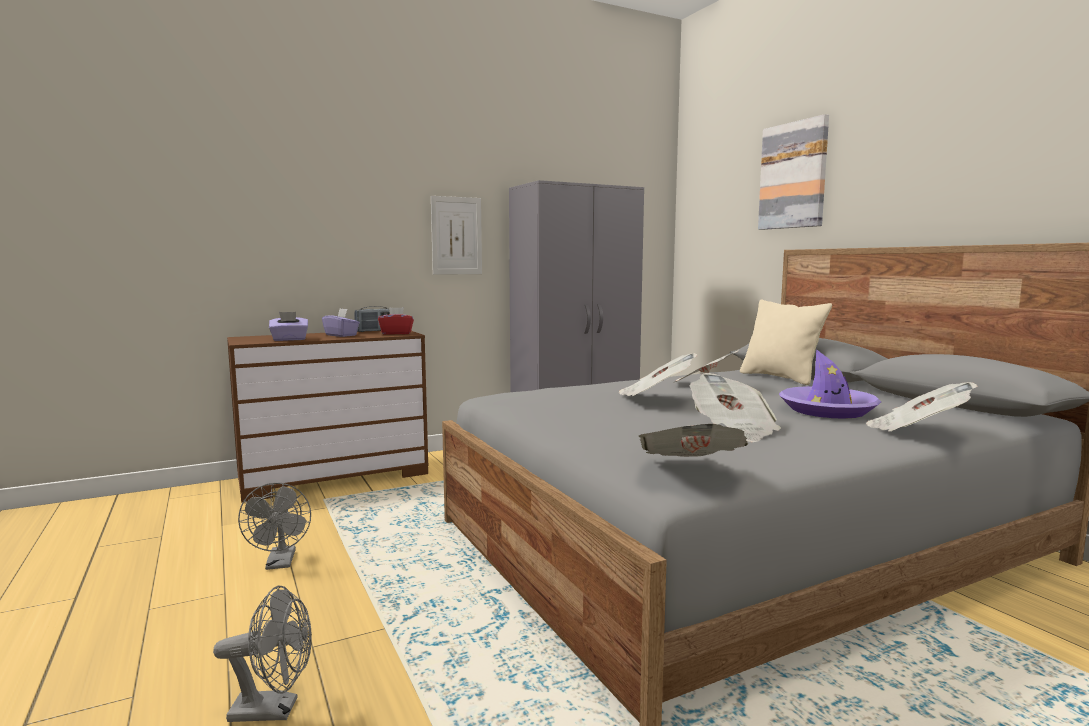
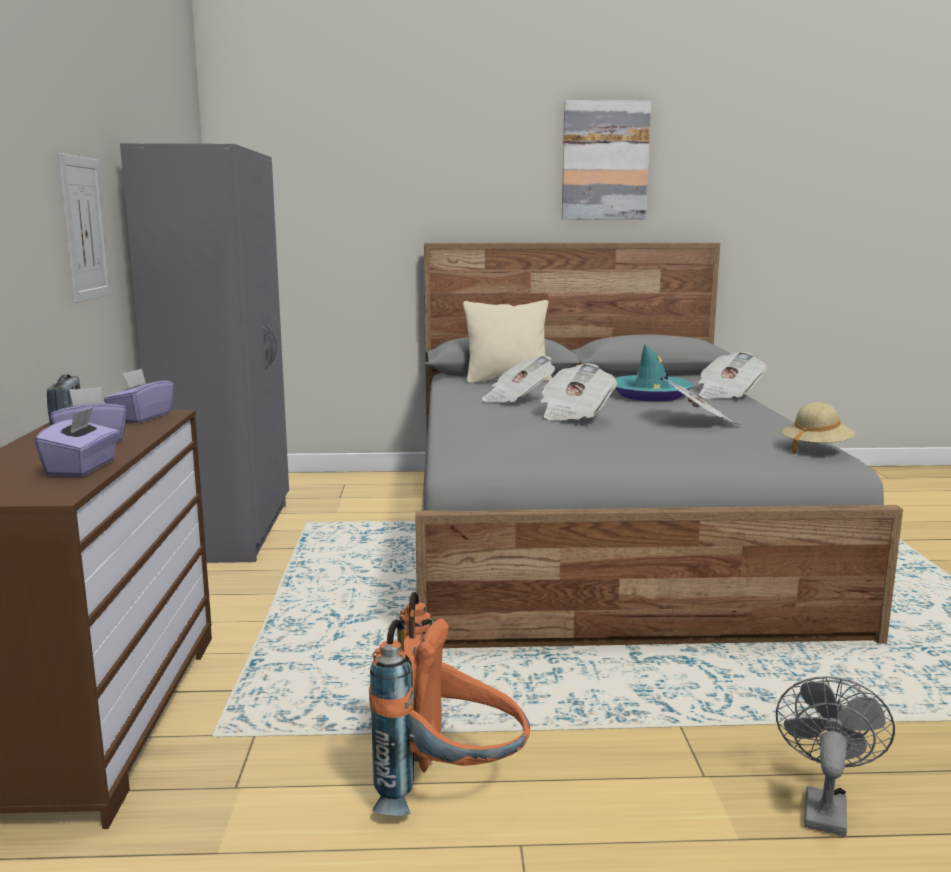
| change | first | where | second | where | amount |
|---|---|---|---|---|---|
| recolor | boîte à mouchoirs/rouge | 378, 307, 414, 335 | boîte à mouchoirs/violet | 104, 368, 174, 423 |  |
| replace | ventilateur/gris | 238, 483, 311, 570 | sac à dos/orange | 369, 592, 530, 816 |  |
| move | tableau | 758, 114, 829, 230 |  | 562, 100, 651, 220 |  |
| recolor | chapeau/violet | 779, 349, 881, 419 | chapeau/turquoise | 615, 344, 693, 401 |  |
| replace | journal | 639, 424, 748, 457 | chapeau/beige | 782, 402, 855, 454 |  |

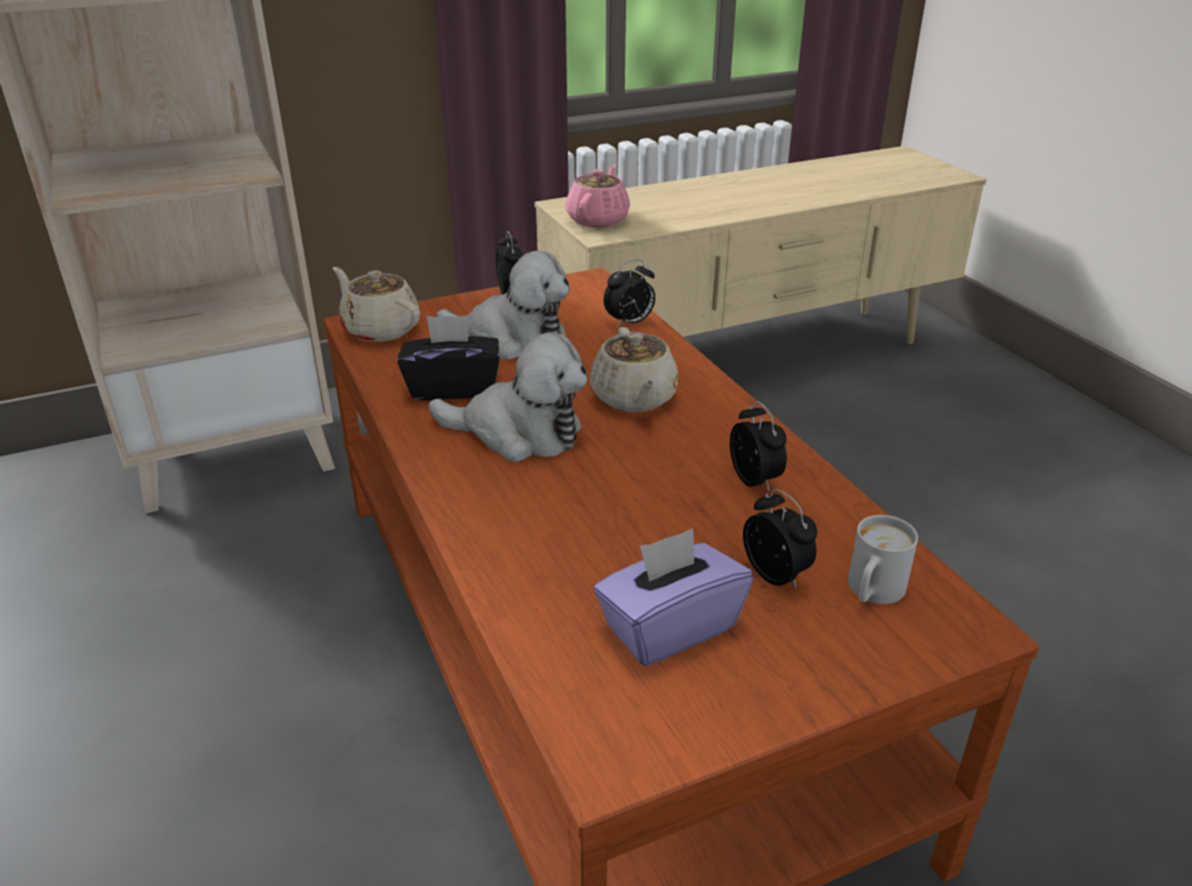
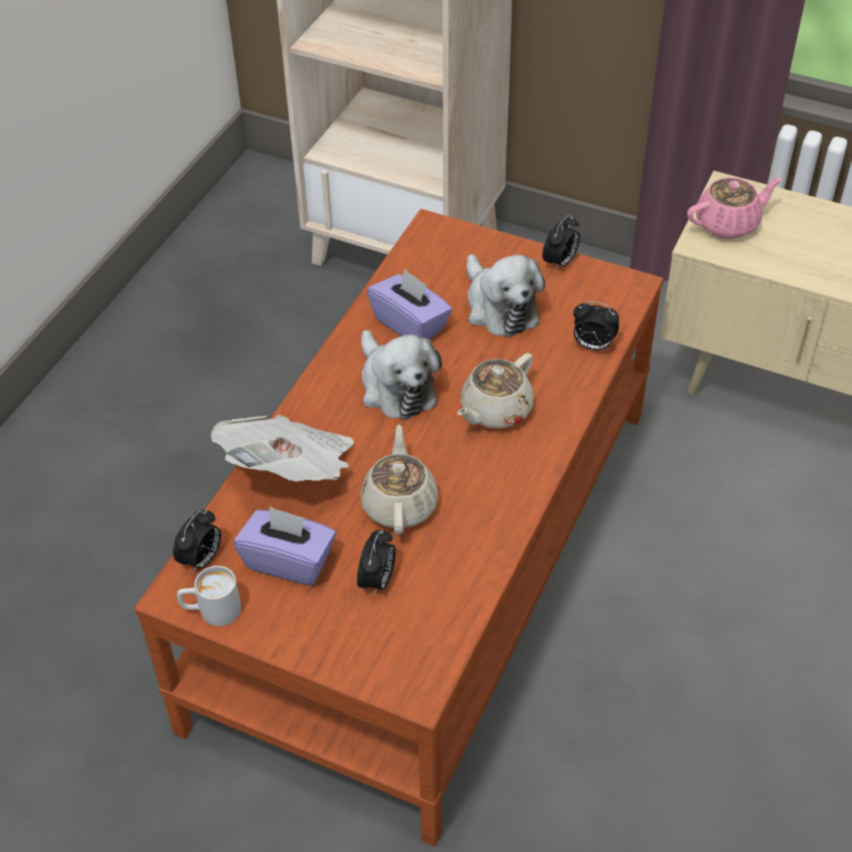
| change | first | where | second | where | amount |
|---|---|---|---|---|---|
| move | réveil | 730, 401, 787, 492 |  | 173, 510, 221, 573 |  |
| move | mug/blanc | 848, 515, 918, 604 |  | 177, 566, 241, 626 |  |
| insert |  |  | journal | 211, 415, 354, 482 |  |
| move | théière/beige | 333, 267, 420, 342 |  | 360, 425, 439, 535 |  |
| recolor | boîte à mouchoirs/noir | 397, 315, 500, 401 | boîte à mouchoirs/violet | 367, 268, 452, 339 |  |

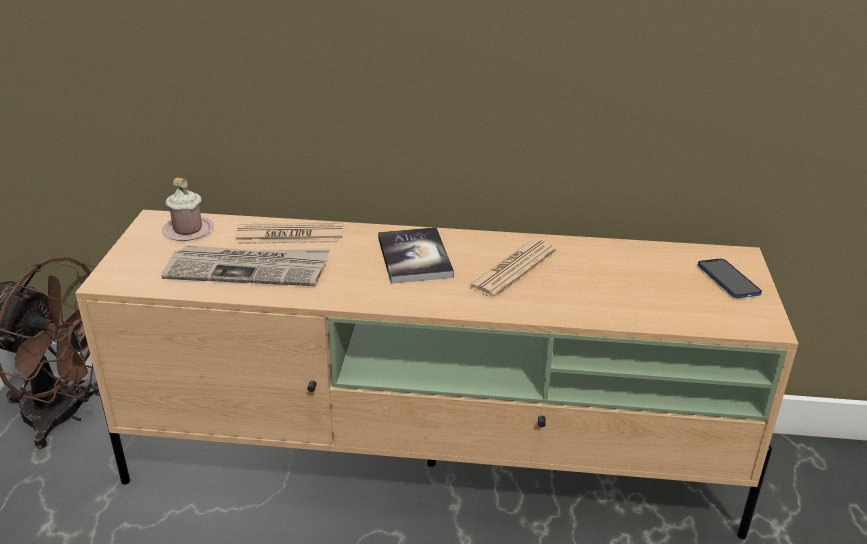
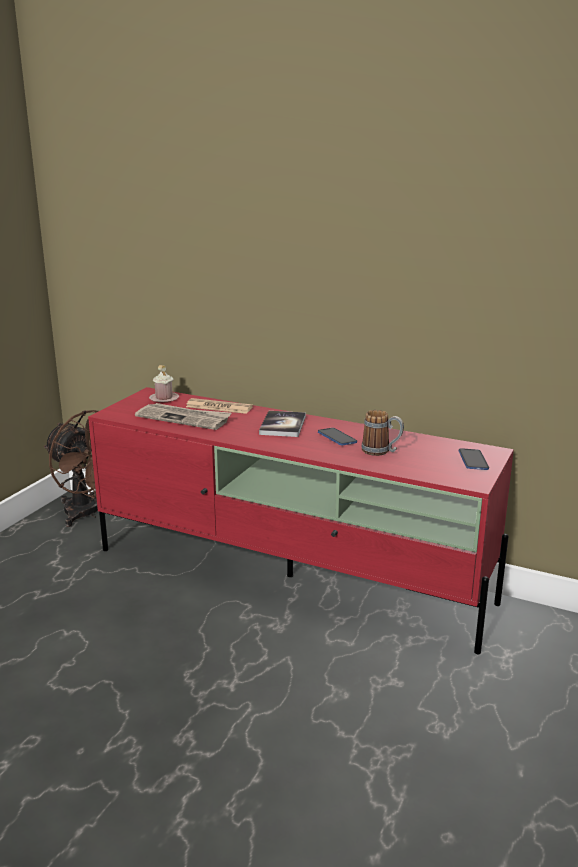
| change | first | where | second | where | amount |
|---|---|---|---|---|---|
| recolor | meuble télé/beige | 75, 210, 799, 539 | meuble télé/rouge | 88, 387, 514, 654 |  |
| replace | journal | 467, 240, 556, 298 | téléphone | 318, 428, 357, 445 |  |
| insert |  |  | mug | 361, 410, 404, 456 |  |

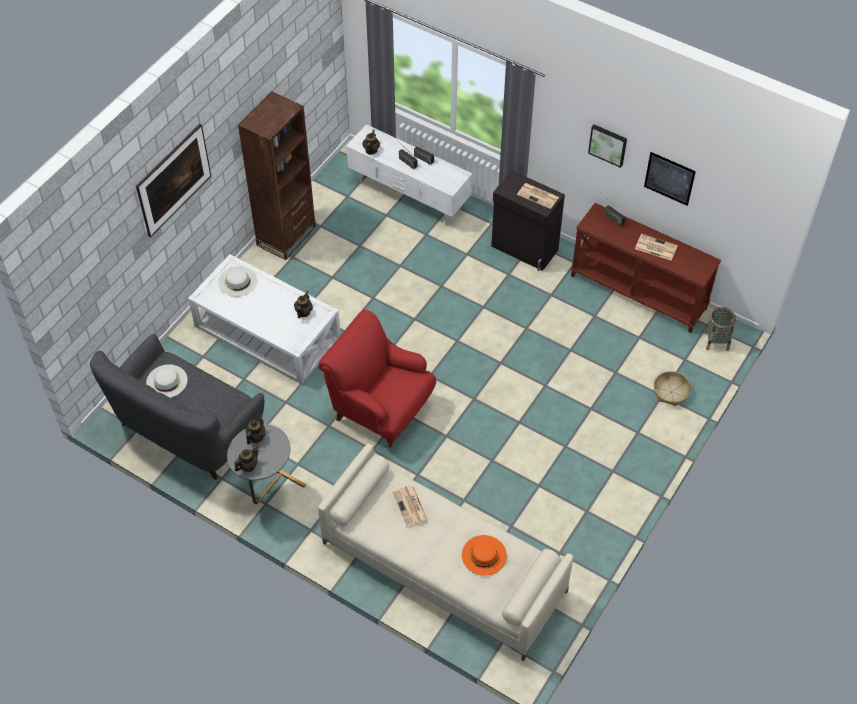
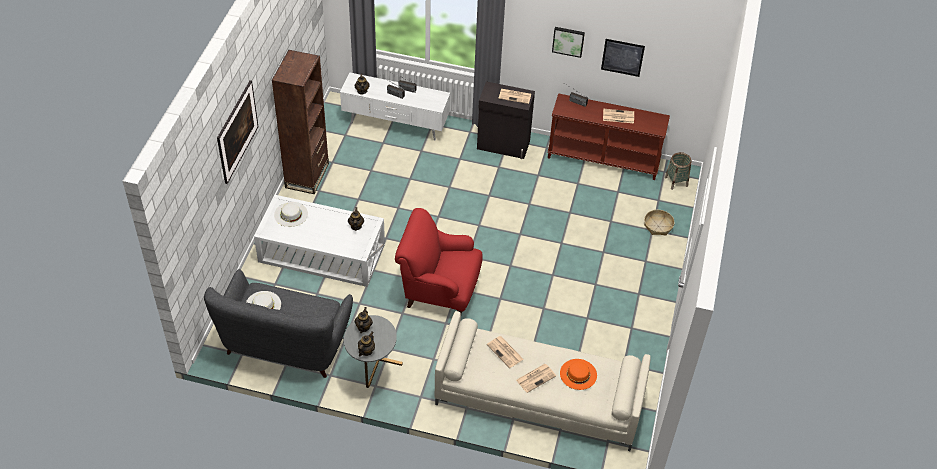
| change | first | where | second | where | amount |
|---|---|---|---|---|---|
| insert |  |  | journal | 516, 364, 556, 393 |  |

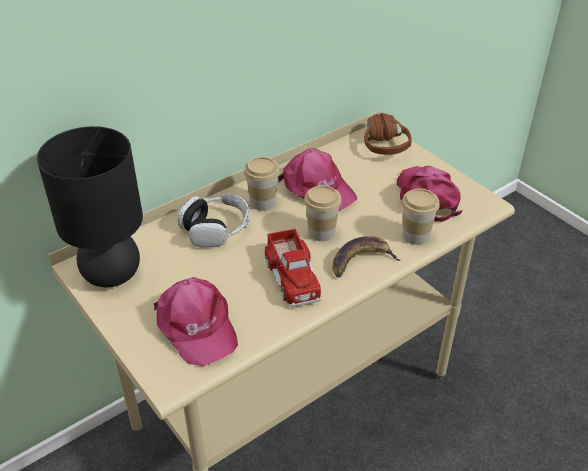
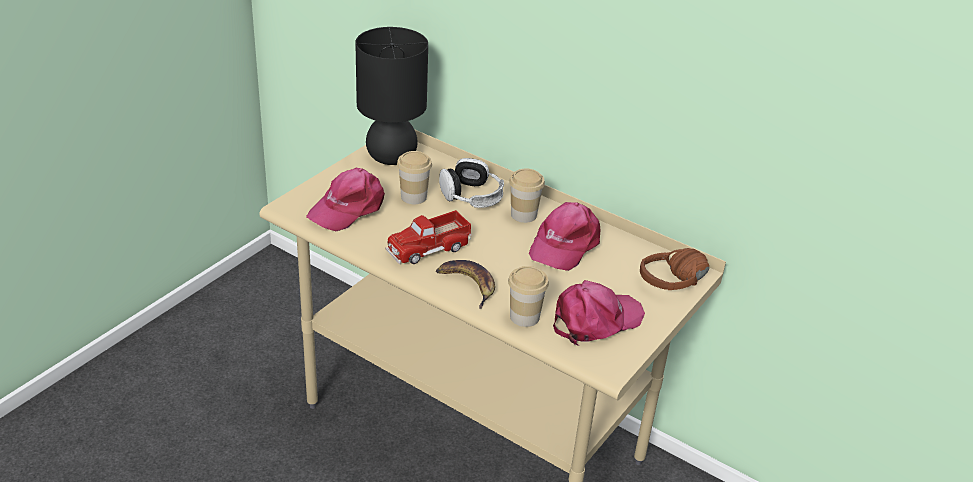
| change | first | where | second | where | amount |
|---|---|---|---|---|---|
| move | tasse | 304, 185, 342, 241 |  | 397, 151, 432, 204 |  |

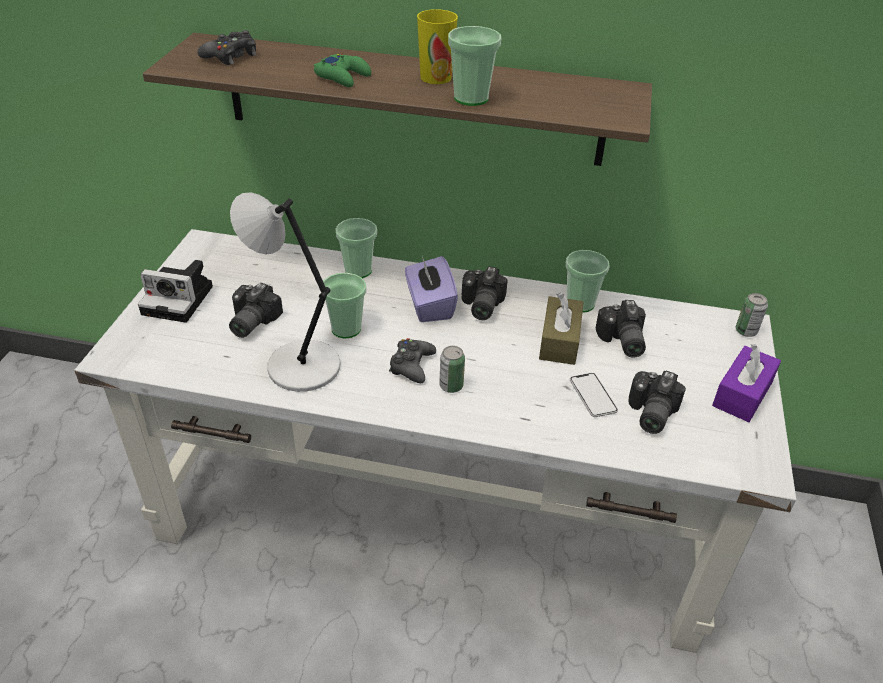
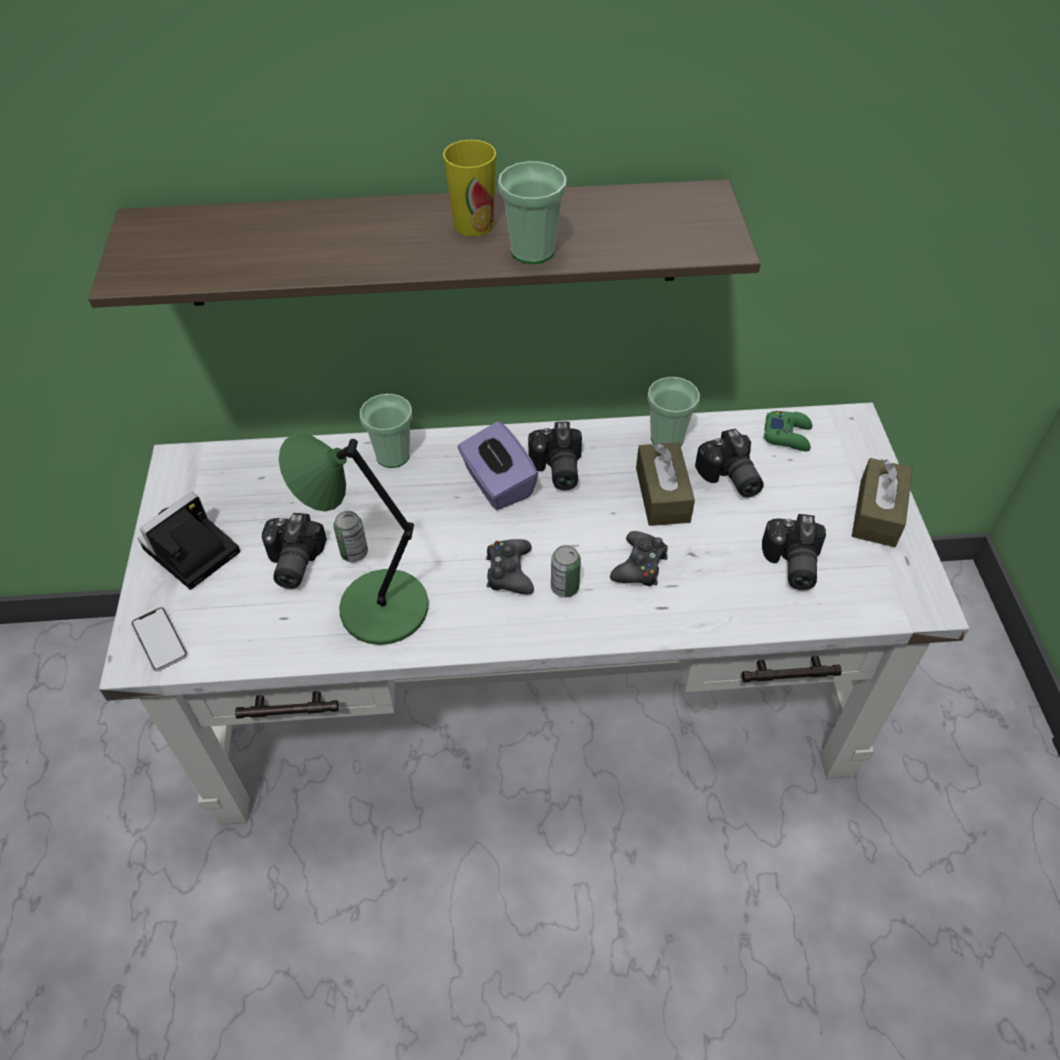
| change | first | where | second | where | amount |
|---|---|---|---|---|---|
| move | téléphone | 570, 373, 618, 417 |  | 131, 607, 188, 671 |  |
| rotate | appareil photo | 138, 260, 213, 323 |  | 138, 492, 240, 590 | 135 degrees clockwise |
| recolor | lampe de table/gris | 230, 192, 341, 392 | lampe de table/vert | 279, 433, 428, 645 |  |
| move | boîte métallique | 736, 293, 768, 337 |  | 333, 511, 368, 562 |  |
| move | manette/noir | 197, 30, 256, 65 |  | 610, 531, 668, 586 |  |
| move | manette/vert | 314, 54, 371, 87 |  | 763, 411, 812, 451 |  |
| recolor | boîte à mouchoirs/violet | 712, 344, 781, 422 | boîte à mouchoirs/marron | 852, 458, 913, 547 |  |
| delete | tasse | 323, 273, 366, 338 |  |  |  |

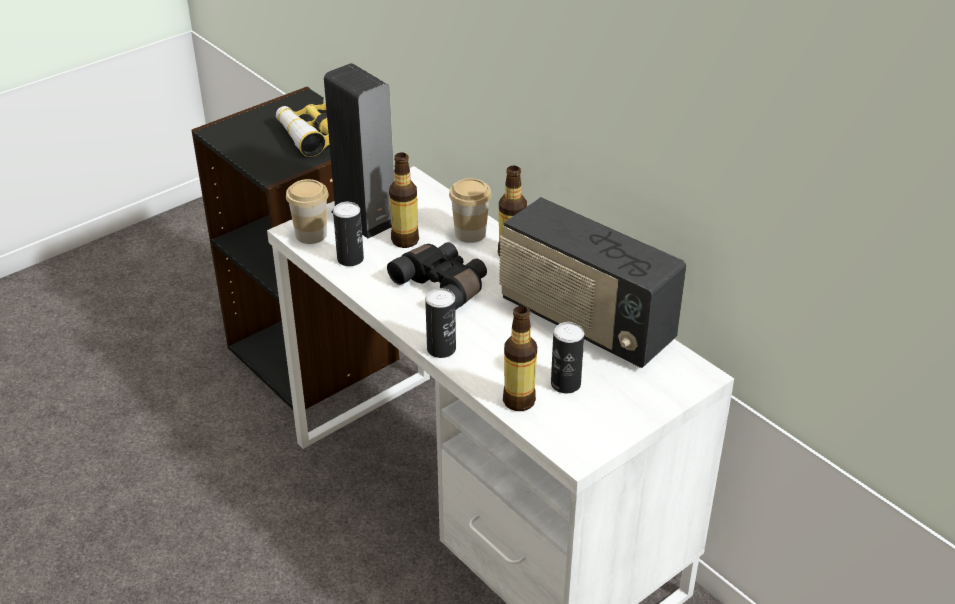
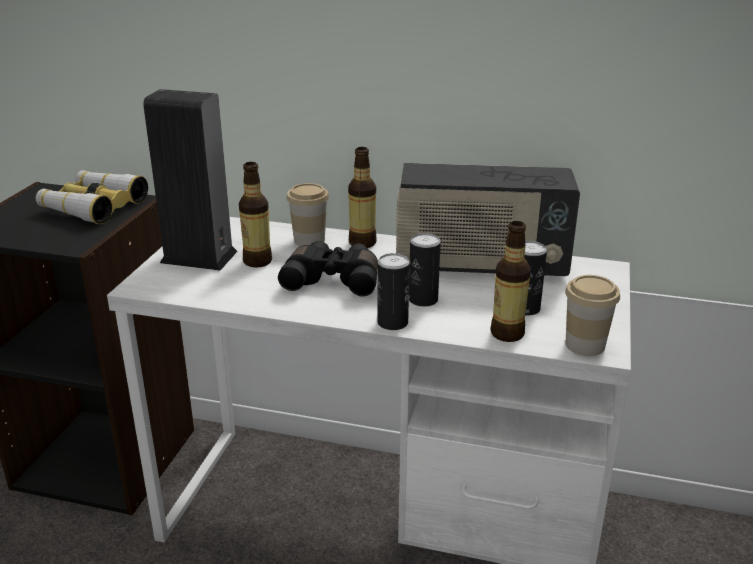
| change | first | where | second | where | amount |
|---|---|---|---|---|---|
| move | boîte métallique | 333, 202, 364, 266 |  | 409, 233, 441, 307 |  |
| move | tasse | 286, 179, 329, 244 |  | 565, 275, 620, 356 |  |

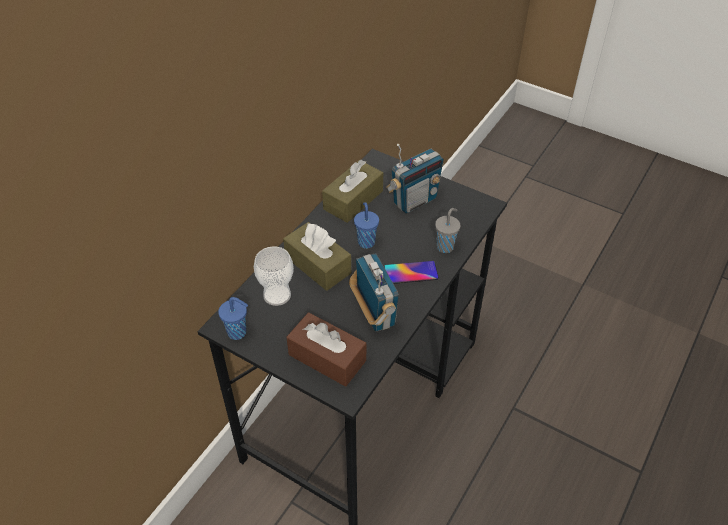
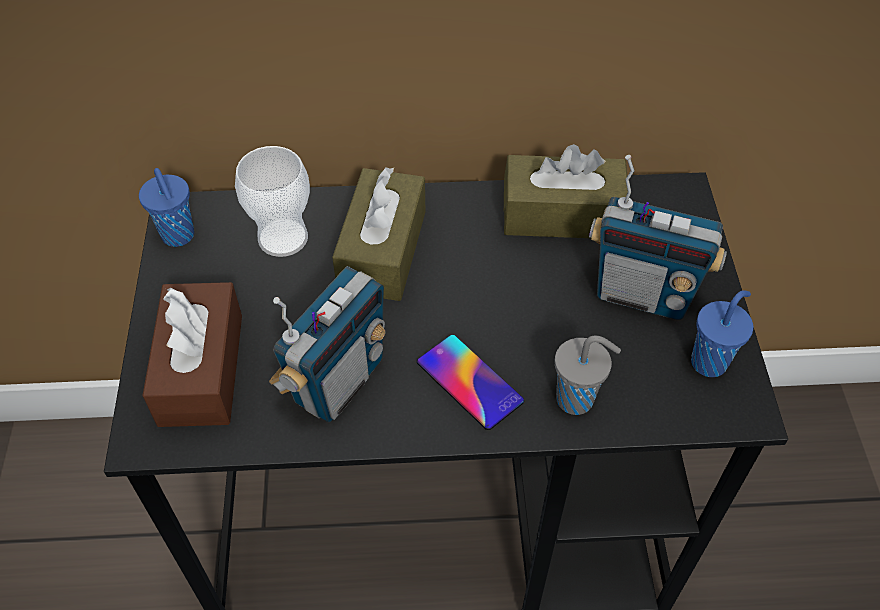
| change | first | where | second | where | amount |
|---|---|---|---|---|---|
| move | tasse/bleu | 354, 202, 379, 249 |  | 691, 290, 753, 377 |  |

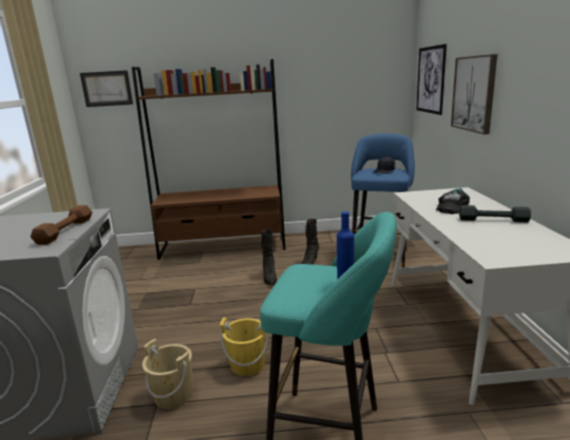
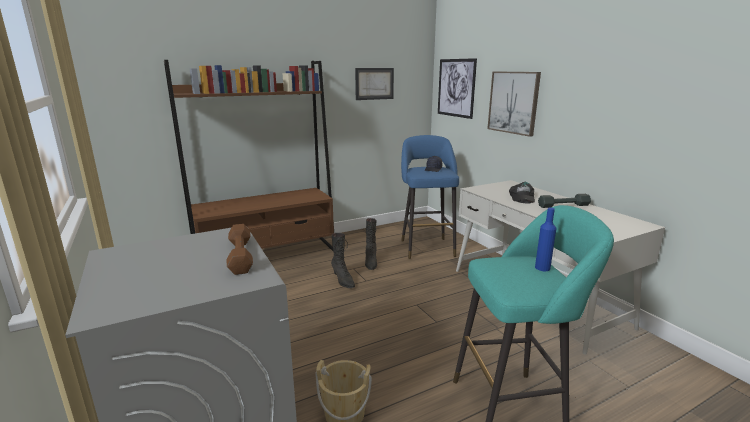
| change | first | where | second | where | amount |
|---|---|---|---|---|---|
| move | tableau | 80, 70, 133, 107 |  | 355, 68, 394, 100 |  |
| delete | seau/jaune | 220, 317, 268, 376 |  |  |  |

